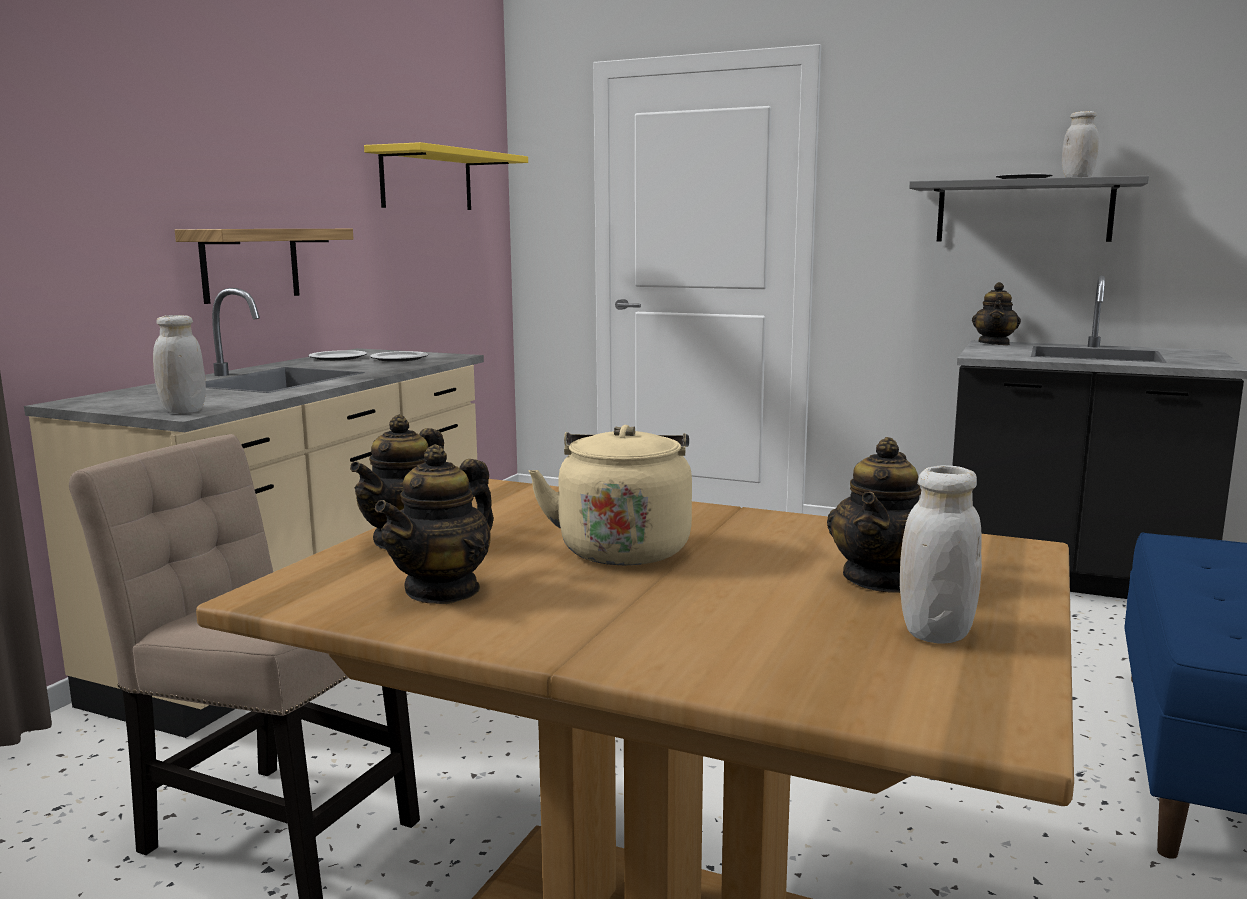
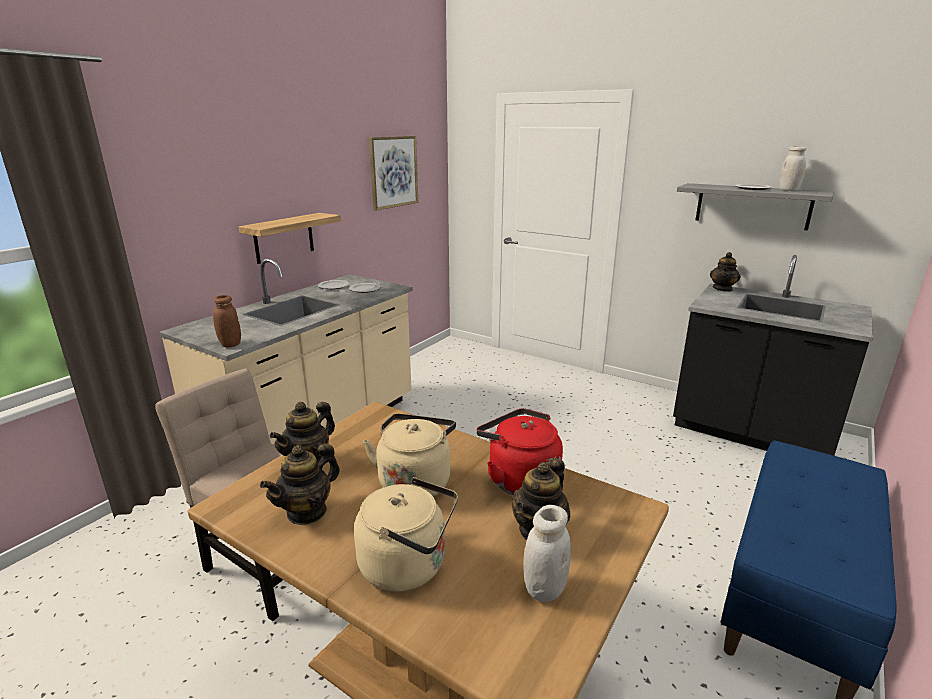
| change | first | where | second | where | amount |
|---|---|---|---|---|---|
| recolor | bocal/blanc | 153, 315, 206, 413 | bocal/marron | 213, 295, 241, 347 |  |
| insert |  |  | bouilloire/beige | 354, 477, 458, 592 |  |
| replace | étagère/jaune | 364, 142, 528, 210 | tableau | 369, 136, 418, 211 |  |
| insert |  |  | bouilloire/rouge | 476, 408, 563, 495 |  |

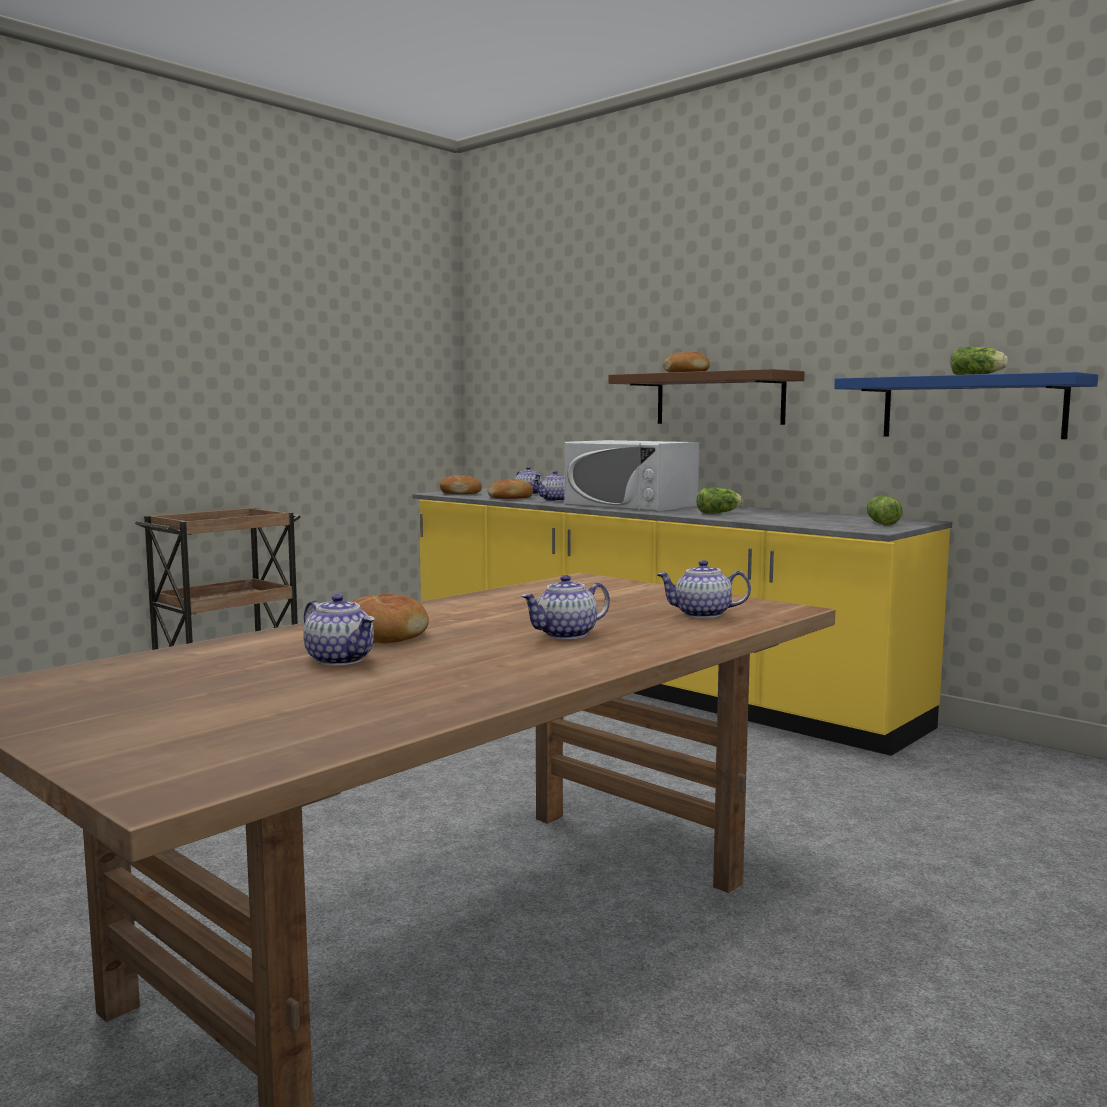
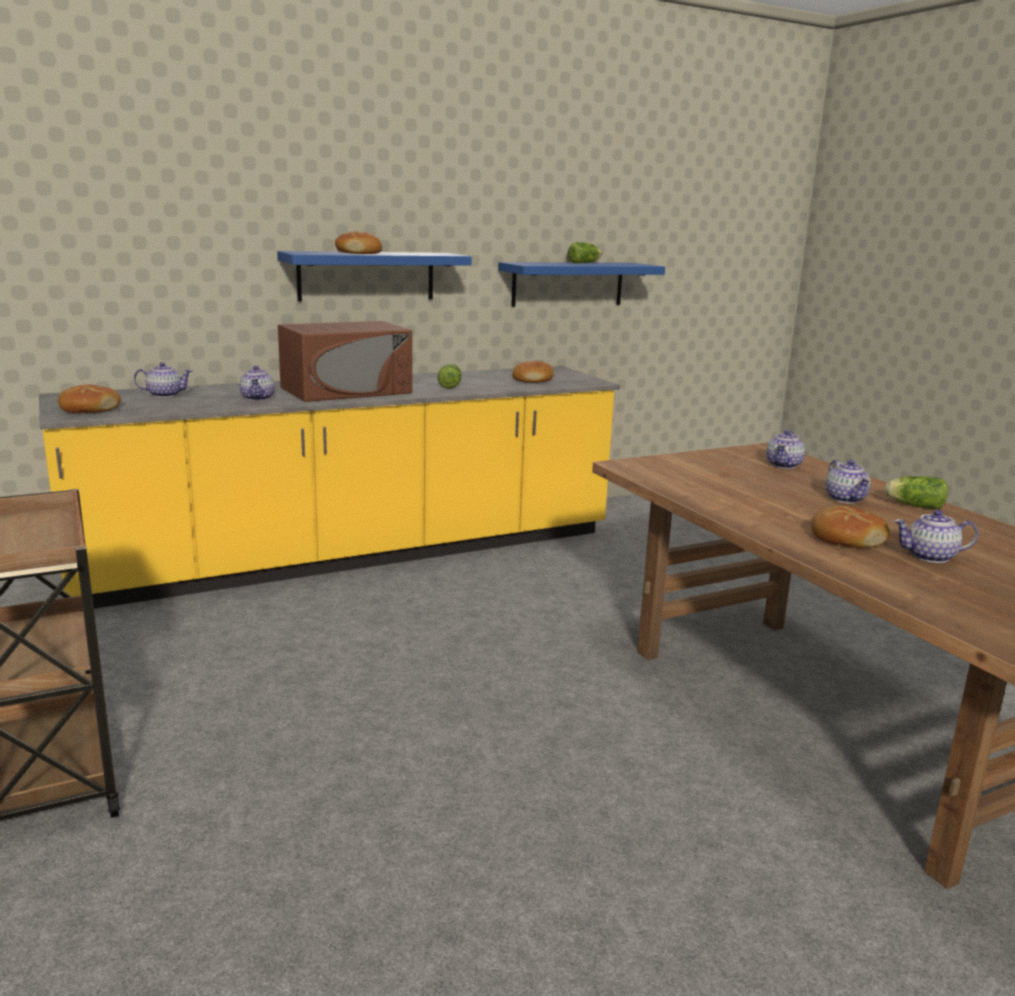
| change | first | where | second | where | amount |
|---|---|---|---|---|---|
| recolor | étagère/marron | 608, 369, 805, 425 | étagère/bleu | 277, 251, 472, 301 |  |
| recolor | micro-ondes/blanc | 564, 440, 699, 511 | micro-ondes/marron | 278, 321, 412, 402 |  |
| move | pain | 488, 479, 533, 499 |  | 512, 361, 554, 383 |  |
| move | laitue | 867, 496, 902, 525 |  | 885, 476, 948, 510 |  |
| rotate | théière | 303, 594, 375, 666 |  | 894, 510, 978, 563 | 150 degrees counterclockwise |

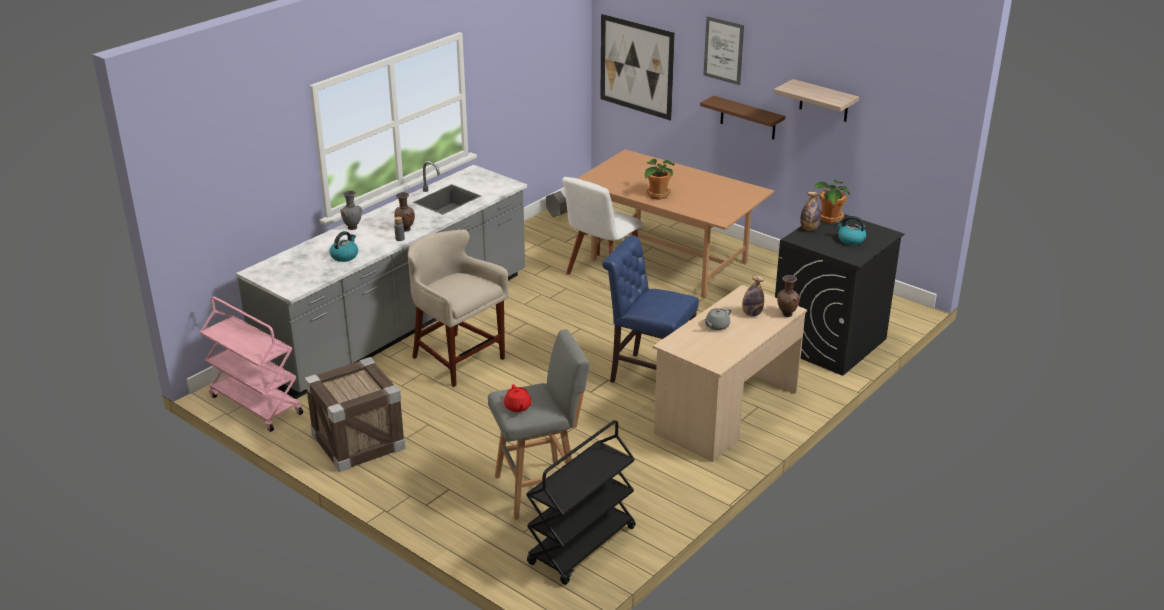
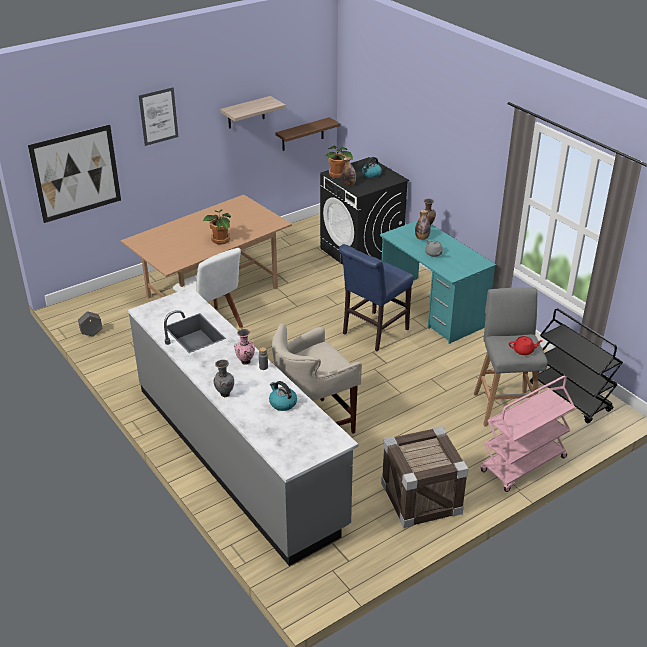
| change | first | where | second | where | amount |
|---|---|---|---|---|---|
| recolor | vase/marron | 394, 192, 415, 232 | vase/rose | 234, 329, 255, 365 |  |
| move | étagère/marron | 700, 96, 785, 140 |  | 275, 117, 340, 151 |  |
| recolor | bureau/beige | 653, 285, 807, 462 | bureau/turquoise | 380, 220, 496, 344 |  |
| move | chariot/rose | 200, 296, 303, 432 |  | 480, 376, 575, 492 |  |

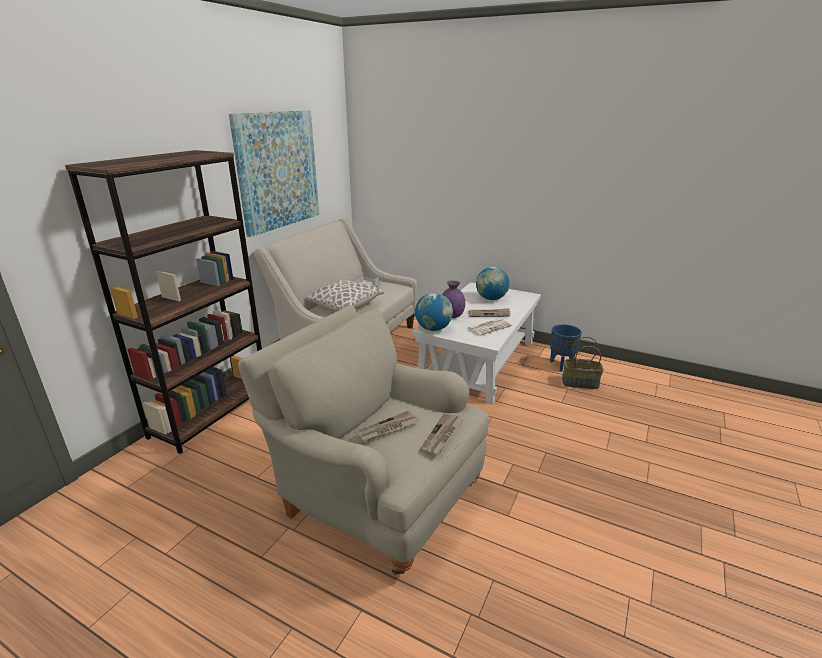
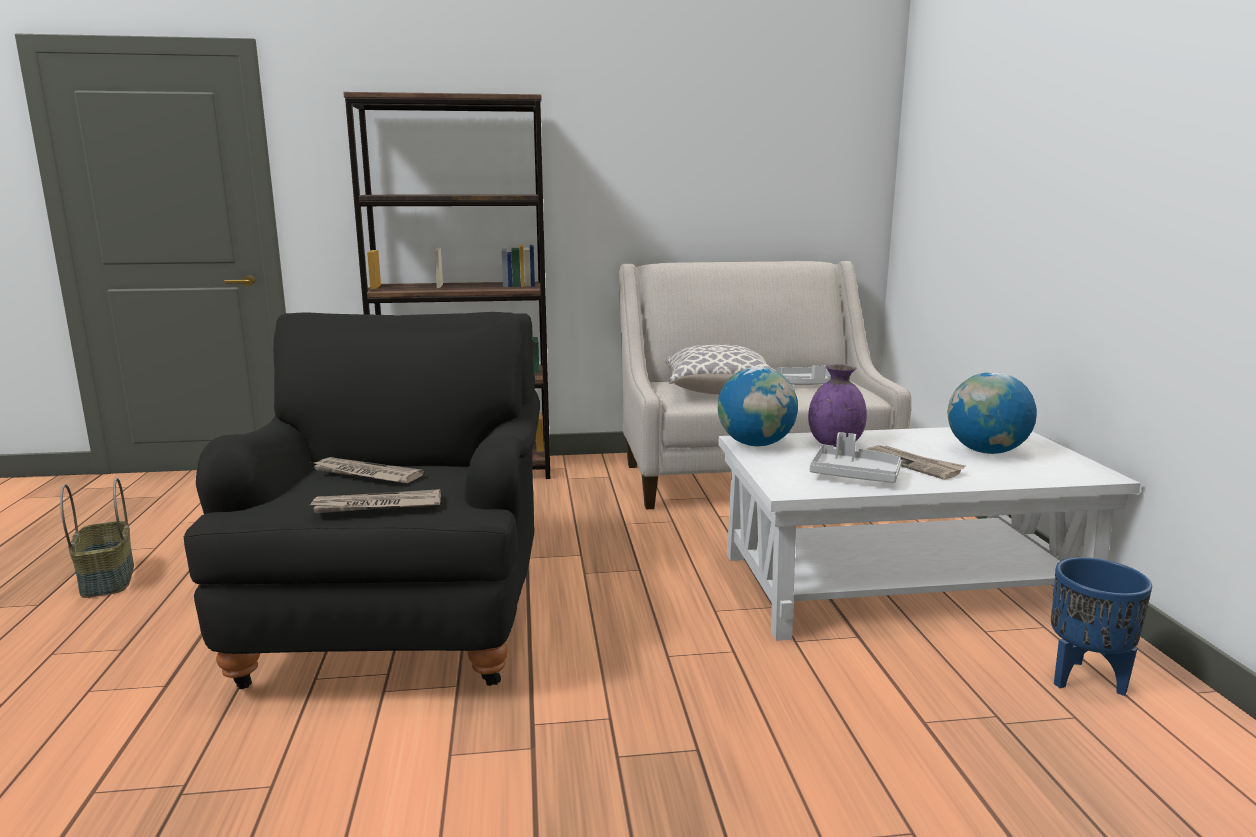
| change | first | where | second | where | amount |
|---|---|---|---|---|---|
| move | panier | 562, 337, 604, 389 |  | 60, 478, 134, 598 |  |
| recolor | fauteuil/beige | 238, 305, 489, 575 | fauteuil/noir | 184, 312, 540, 689 |  |
| replace | journal | 467, 318, 512, 336 | plateau/gris | 810, 432, 902, 483 |  |
| delete | tableau | 229, 110, 319, 237 |  |  |  |

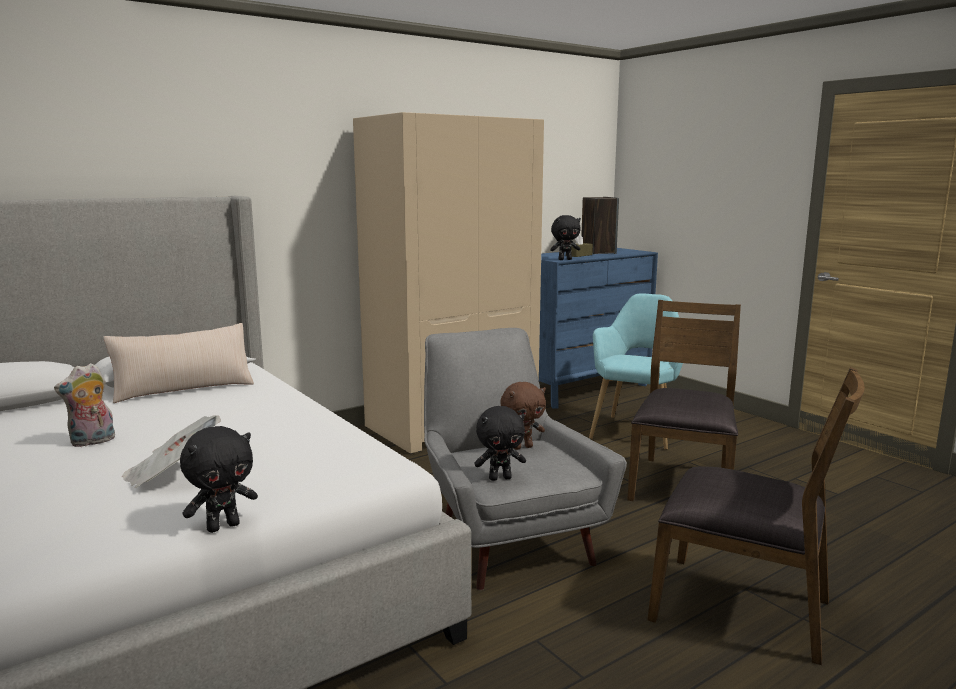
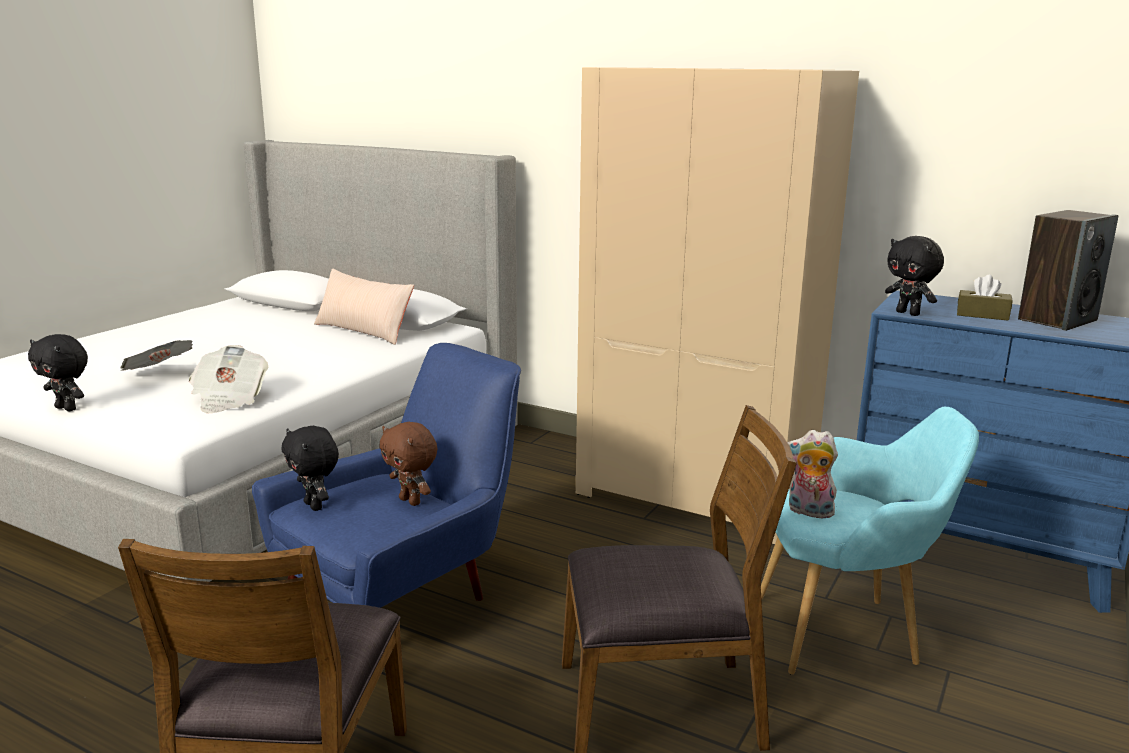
| change | first | where | second | where | amount |
|---|---|---|---|---|---|
| insert |  |  | journal | 189, 345, 268, 413 |  |
| recolor | fauteuil/gris | 424, 328, 627, 590 | fauteuil/bleu | 252, 343, 521, 608 |  |
| move | peluche | 54, 363, 115, 447 |  | 788, 430, 838, 518 |  |

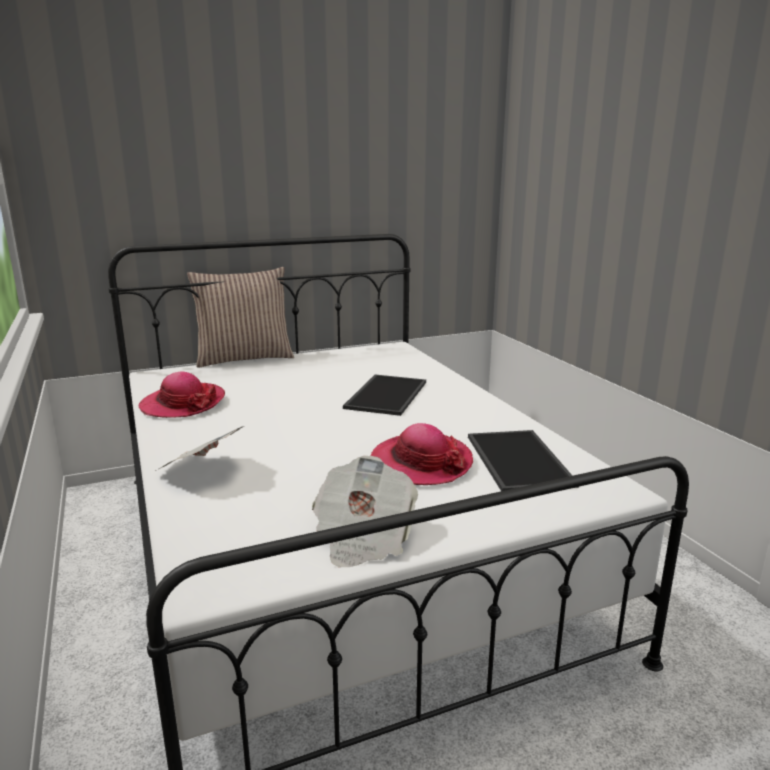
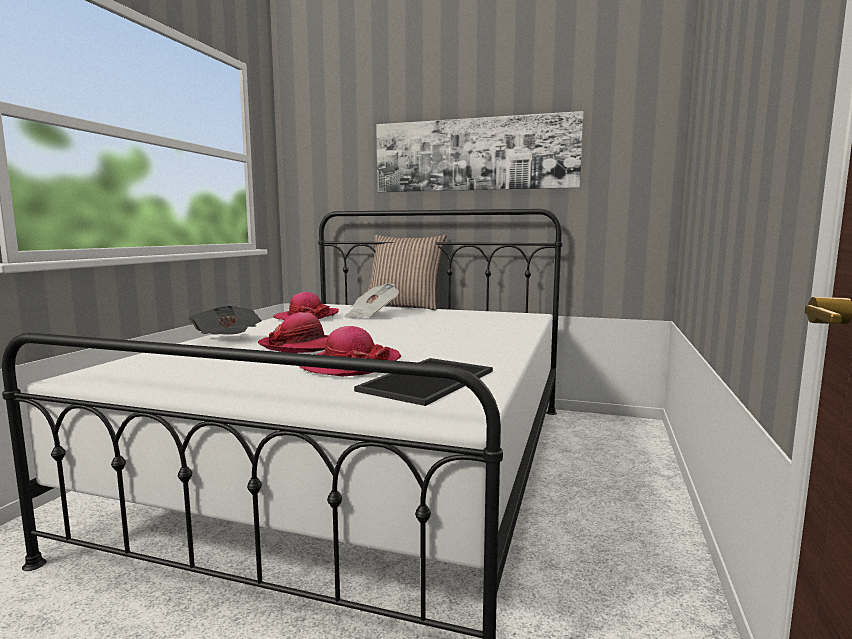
| change | first | where | second | where | amount |
|---|---|---|---|---|---|
| insert |  |  | chapeau | 258, 312, 329, 353 |  |
| move | journal | 312, 456, 418, 568 |  | 344, 283, 399, 319 |  |
| insert |  |  | tableau | 376, 111, 583, 193 |  |
| delete | plateau | 343, 375, 426, 416 |  |  |  |

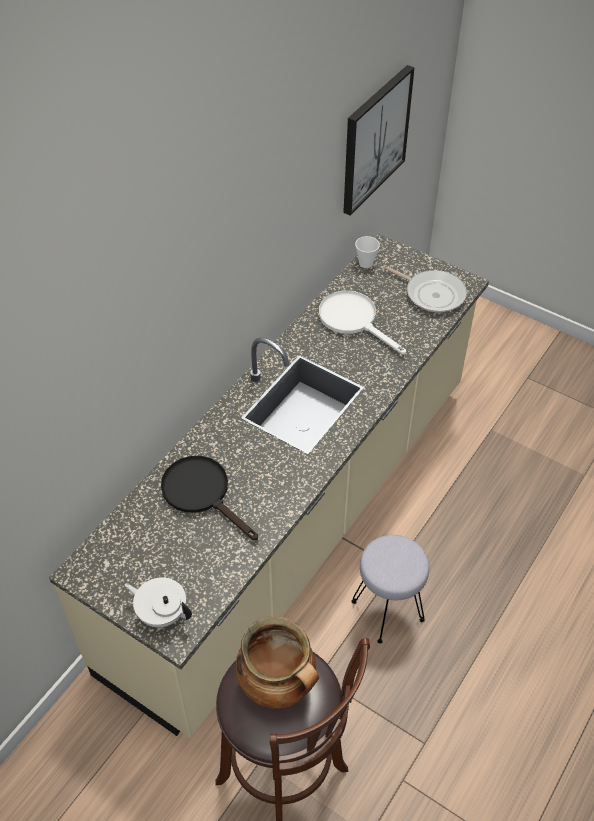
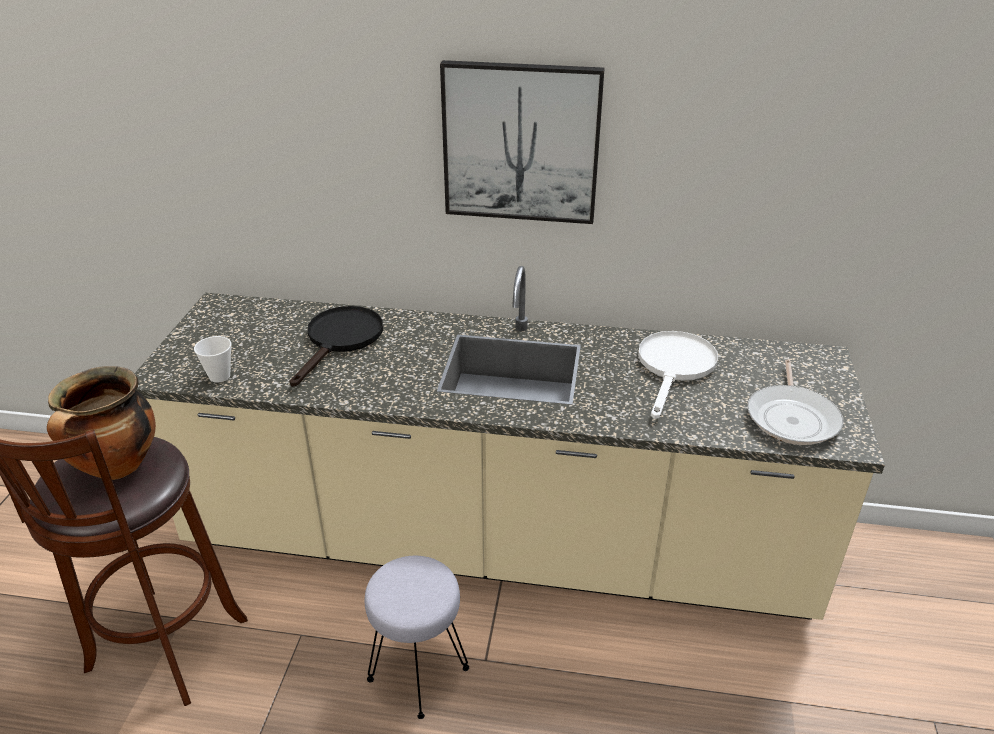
| change | first | where | second | where | amount |
|---|---|---|---|---|---|
| move | tasse | 355, 236, 380, 268 |  | 194, 336, 231, 383 |  |
| move | tableau | 343, 65, 415, 216 |  | 440, 60, 605, 224 |  |
| delete | théière/blanc | 125, 577, 192, 628 |  |  |  |

